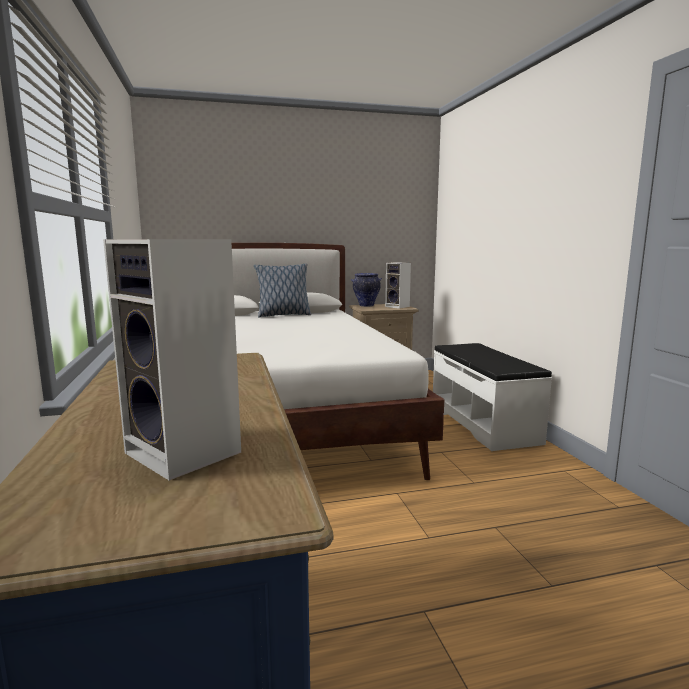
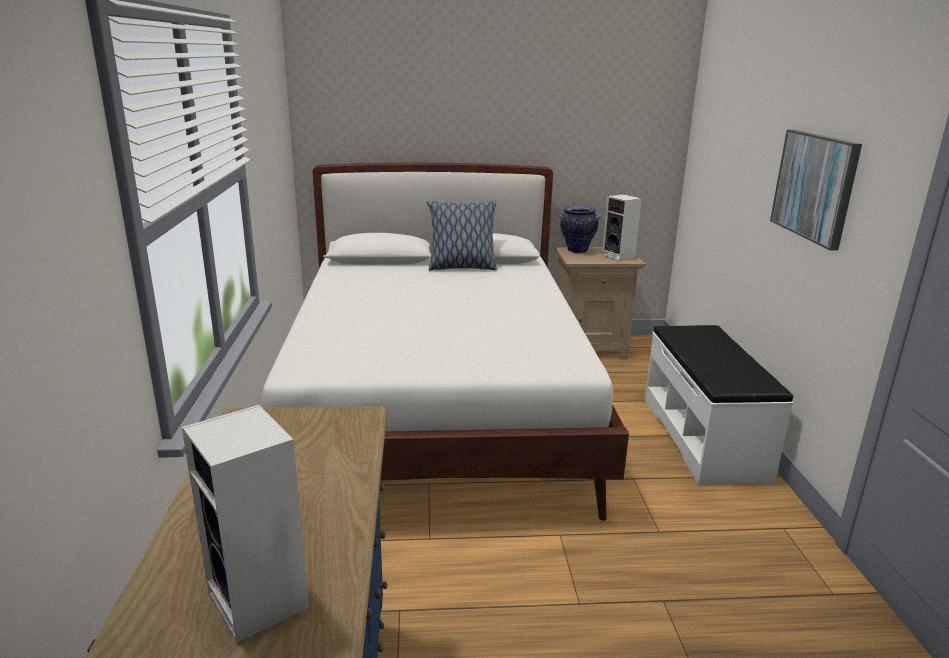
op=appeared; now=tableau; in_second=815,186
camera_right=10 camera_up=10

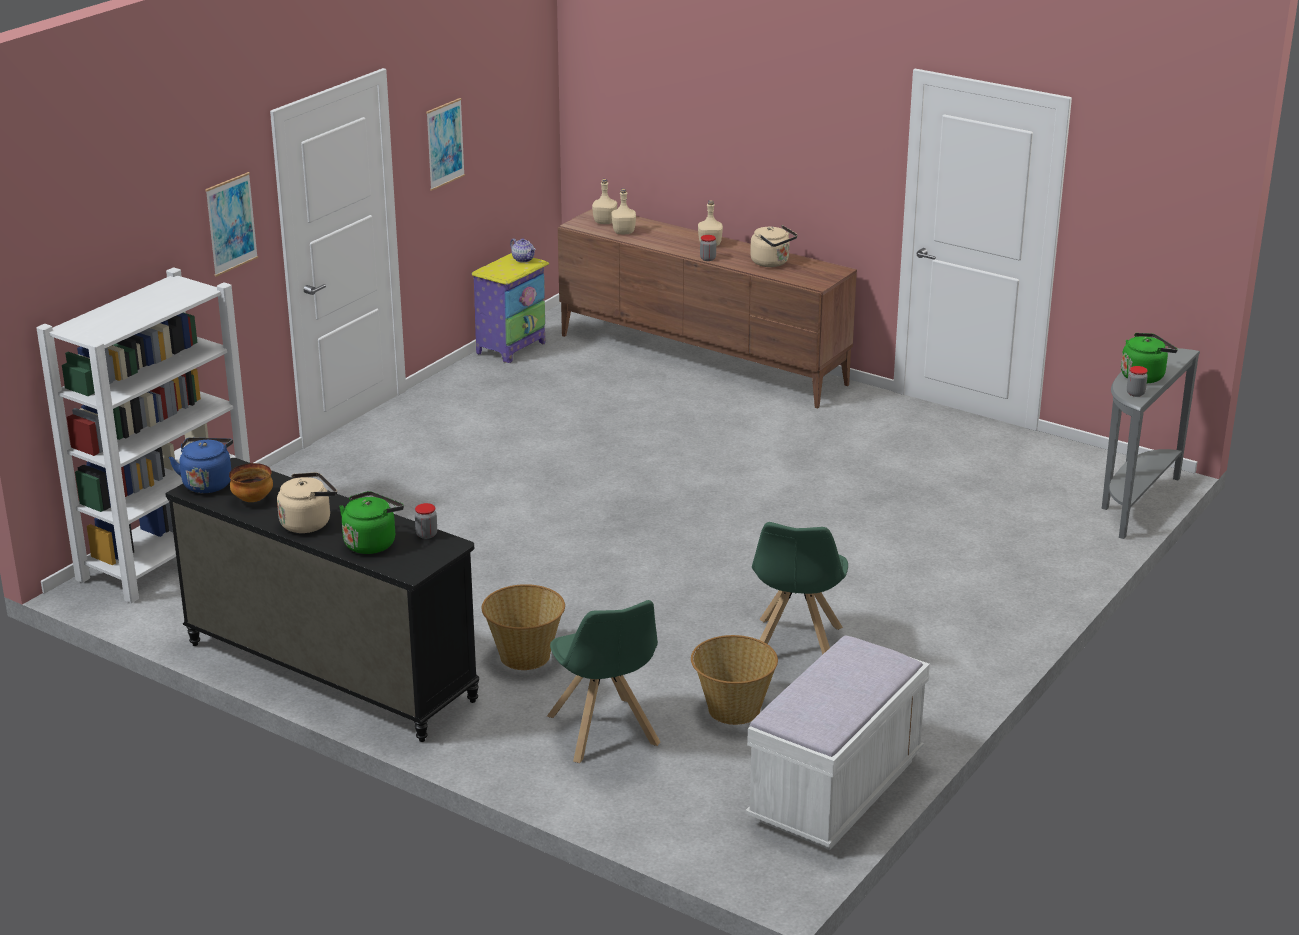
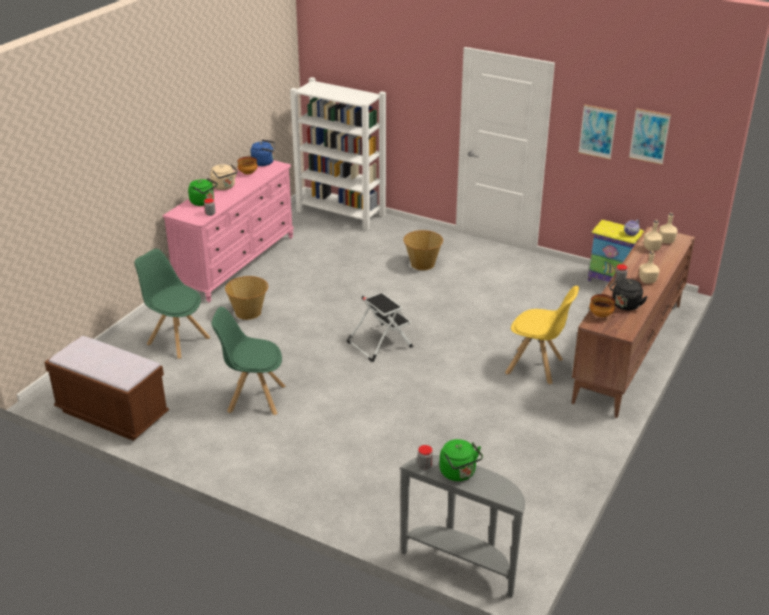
op=colour; was=commode (noir); now=commode (rose); in_first=329,672; in_second=237,263
op=relocated; was=tableau; in_first=231,224; in_second=649,136
op=spun; was=chaise (vert); in_first=605,733; in_second=176,340; clockwise=60
op=relocated; was=panier; in_first=733,709; in_second=422,264
op=colour; was=banc (blanc); now=banc (marron); in_first=836,790; in_second=112,414
op=colour; was=bouilloire (beige); now=bouilloire (noir); in_first=772,263; in_second=625,306
op=appeared; now=escabeau; in_second=380,342
op=appeared; now=chaise (jaune); in_second=537,367
op=appeared; now=bol; in_second=600,315
camera_right=85 camera_up=5

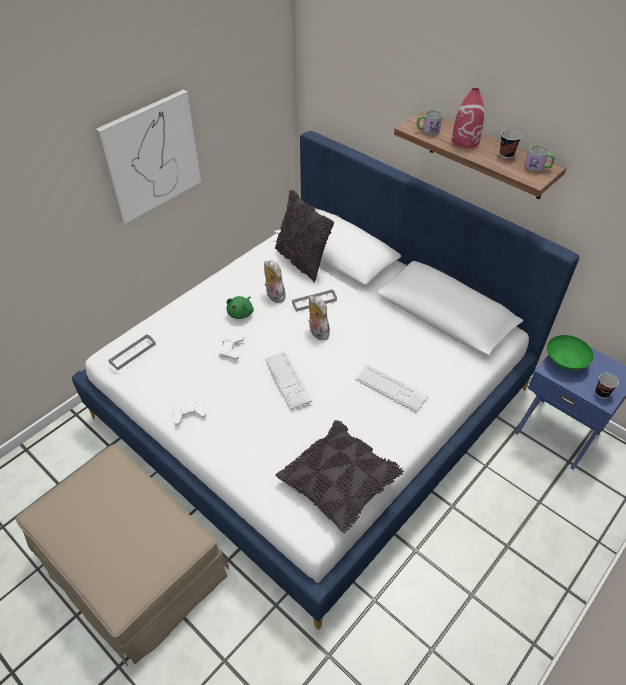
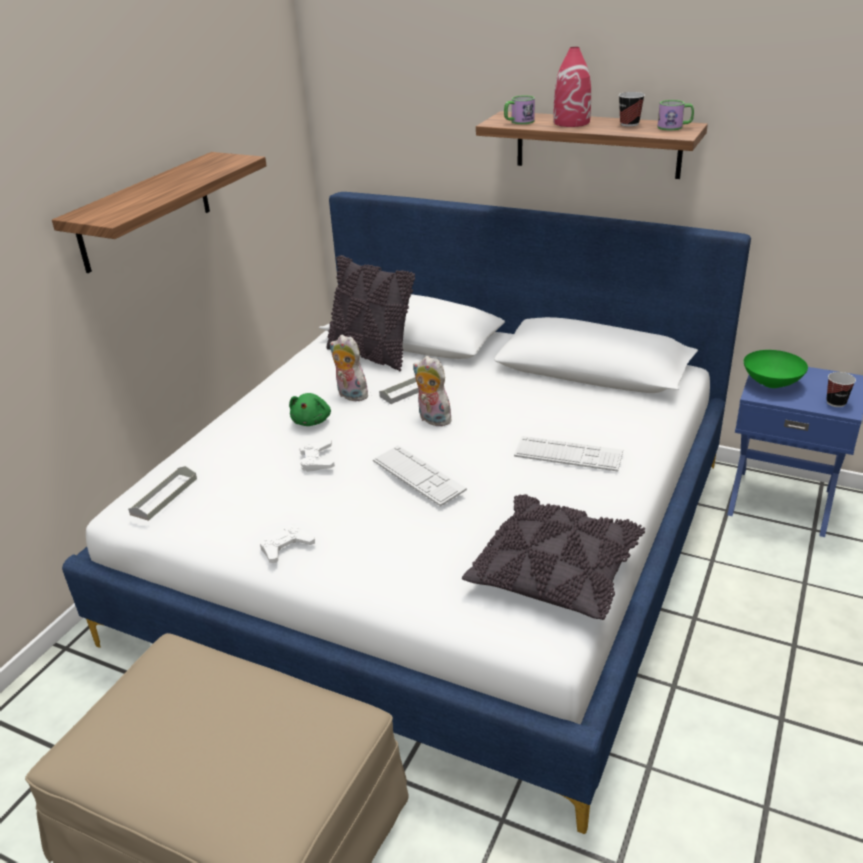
op=exchanged; was=tableau; now=étagère; in_first=151,156; in_second=145,211
camera_right=-15 camera_up=-15

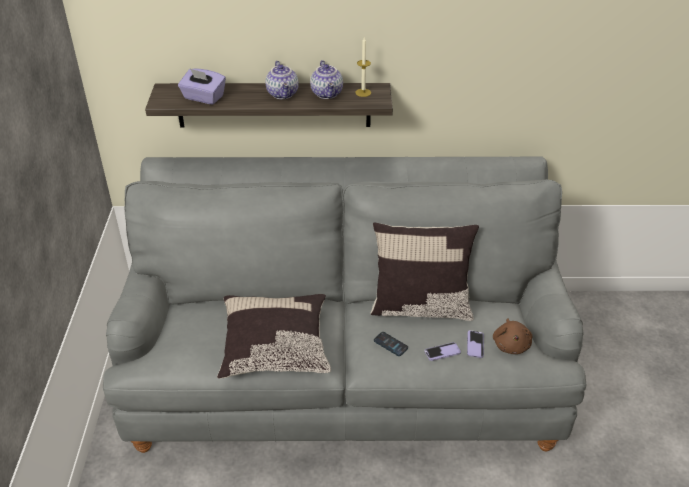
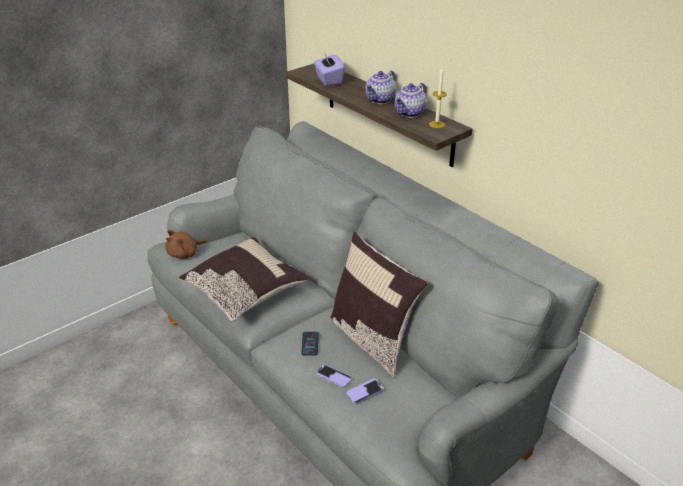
op=relocated; was=peluche (marron); in_first=511,344; in_second=185,254
camera_right=50 camera_up=-5

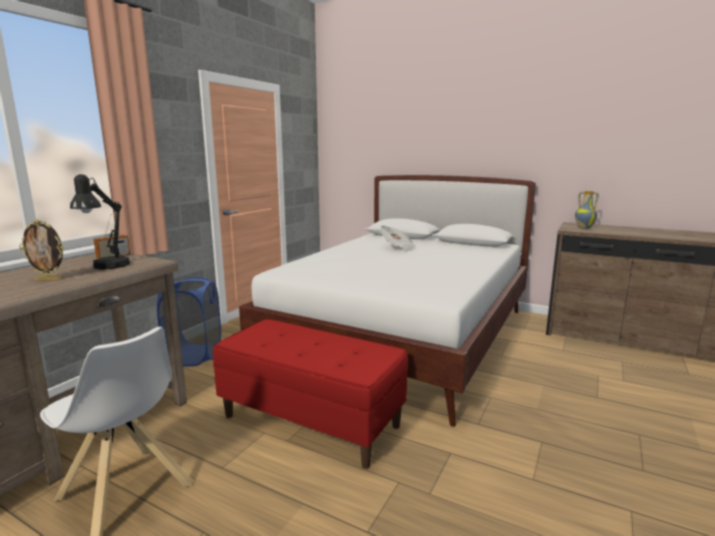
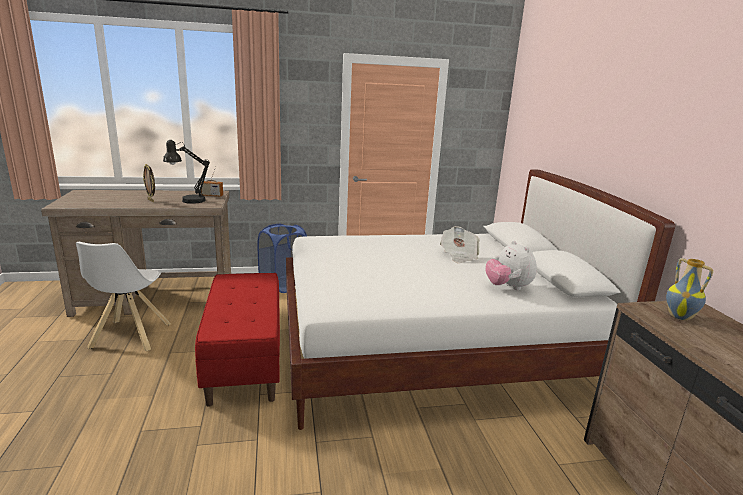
op=appeared; now=peluche; in_second=508,287
camera_right=50 camera_up=5

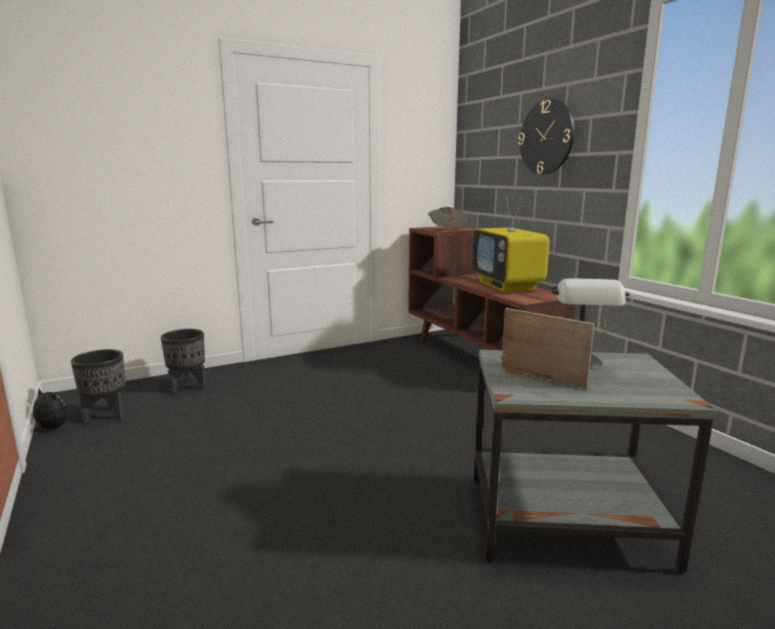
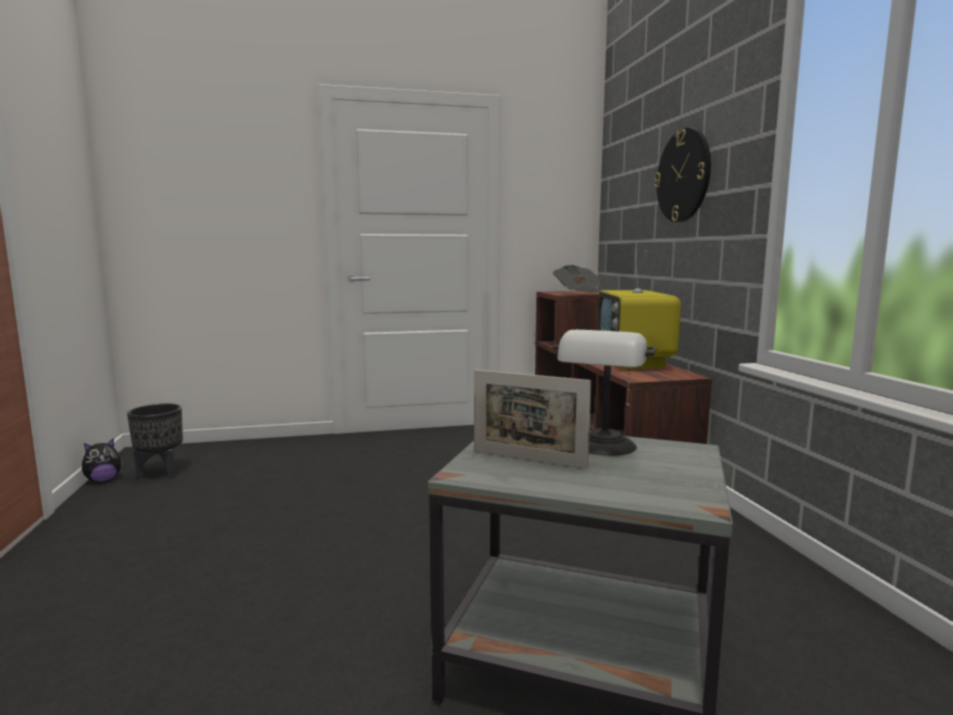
op=spun; was=peluche; in_first=50,428; in_second=103,480; clockwise=105
op=missing; was=cache-pot (noir); in_first=188,387
op=spun; was=cadre photo; in_first=542,377; in_second=528,459; clockwise=150
camera_right=15 camera_up=-5

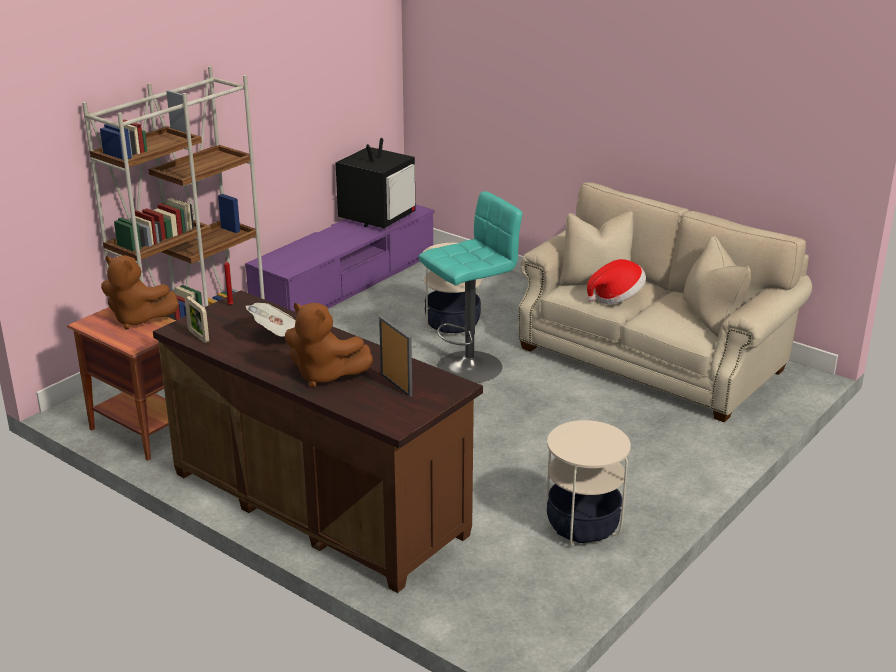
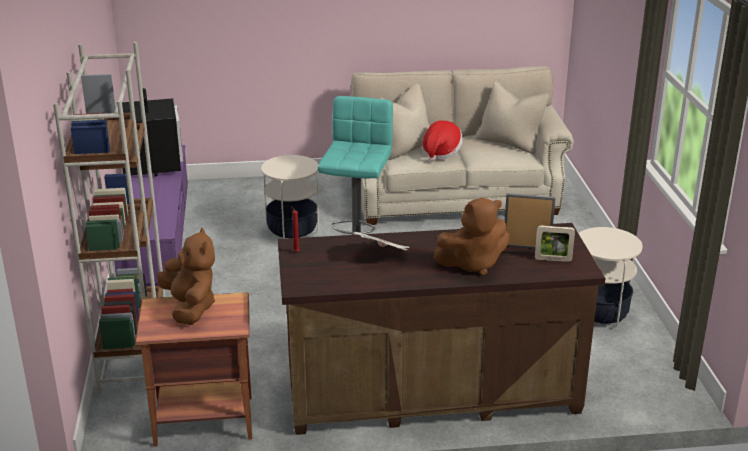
op=spun; was=peluche (marron); in_first=138,319; in_second=190,308; clockwise=-90
op=relocated; was=cadre photo; in_first=198,336; in_second=553,259
camera_right=-45 camera_up=0

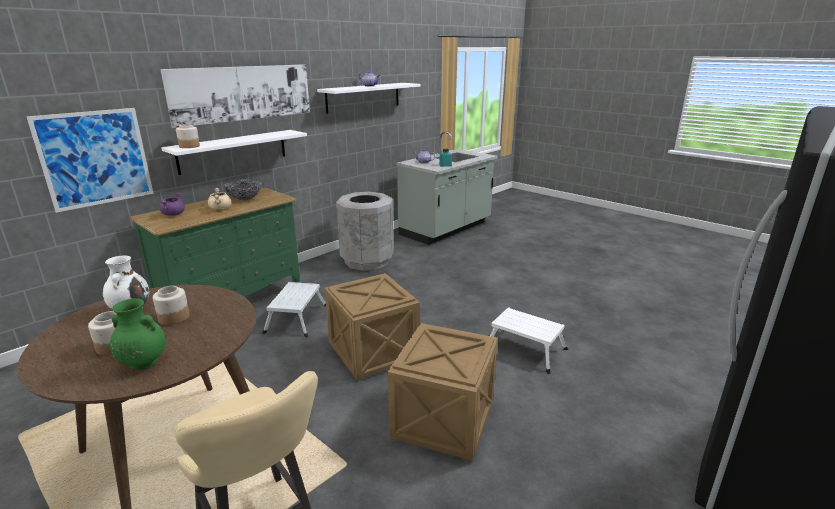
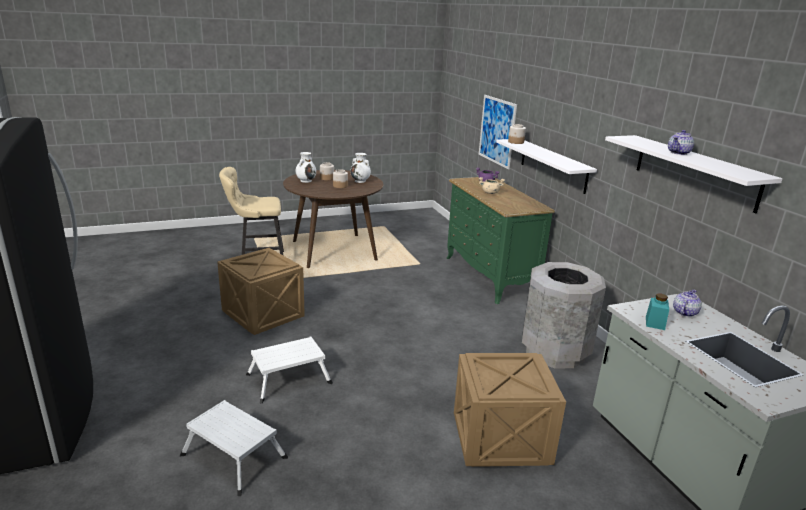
op=colour; was=vase (vert); now=vase (blanc); in_first=143,362; in_second=306,181
op=missing; was=tableau; in_first=243,93
op=missing; was=bol; in_first=245,199
op=relocated; was=escabeau (blanc); in_first=296,318; in_second=233,456
op=relocated; was=caisse; in_first=372,351; in_second=502,439
camera_right=115 camera_up=0

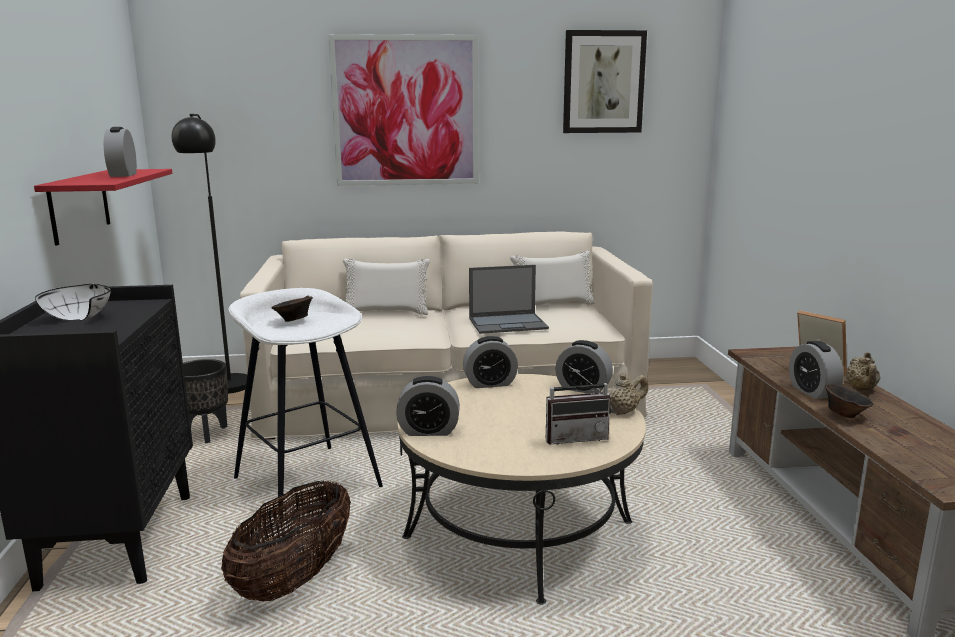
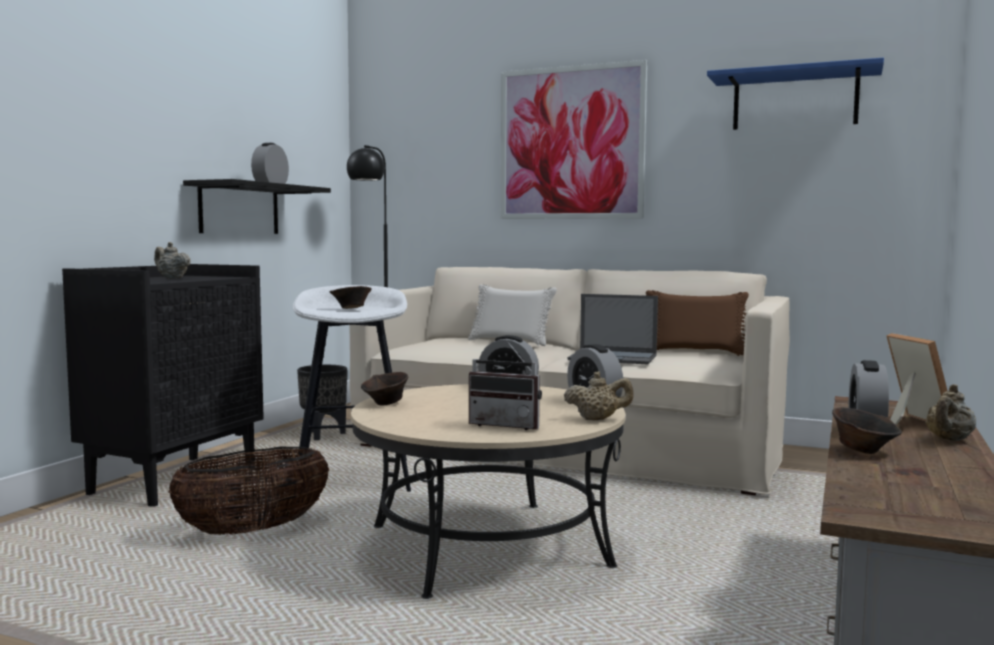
op=colour; was=étagère (rouge); now=étagère (noir); in_first=79,205; in_second=239,209
op=exchanged; was=bol (blanc); now=théière (beige); in_first=81,317; in_second=171,278
op=exchanged; was=réveil; now=bol (marron); in_first=428,431; in_second=385,404
op=colour; was=coussin (blanc); now=coussin (marron); in_first=552,305; in_second=694,353
op=exchanged; was=tableau; now=étagère (bleu); in_first=603,82; in_second=794,101
camera_right=30 camera_up=-10

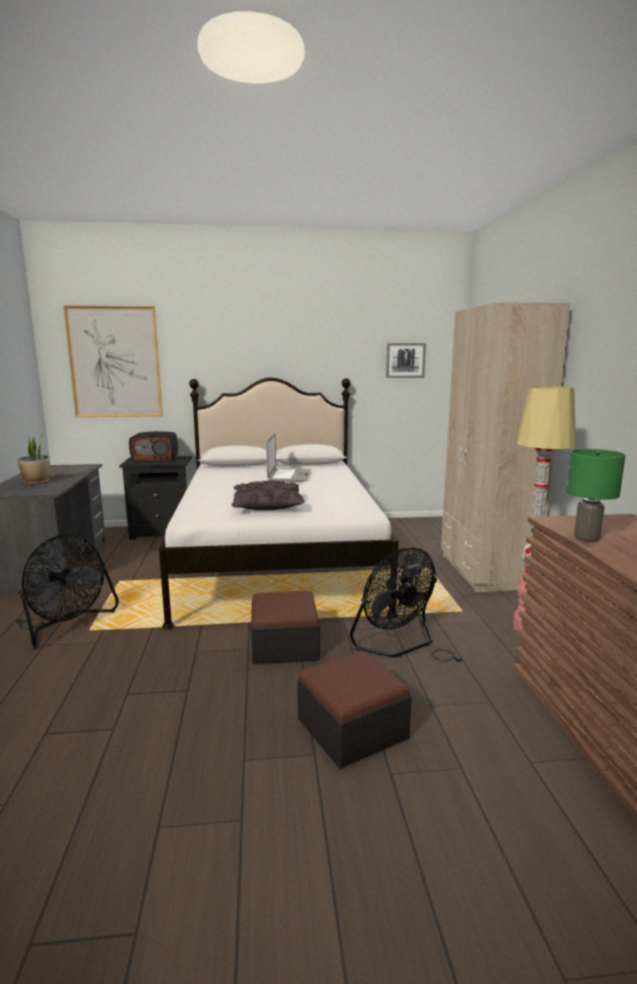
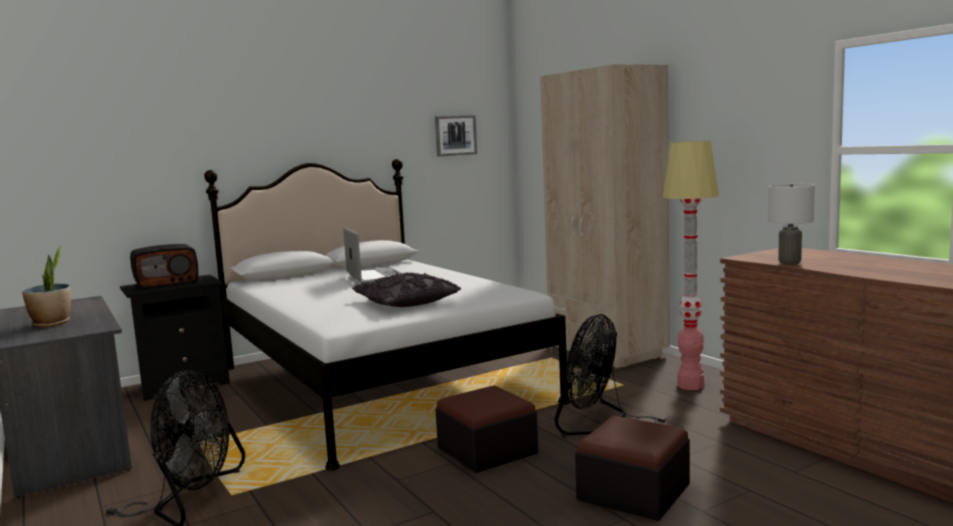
op=missing; was=tableau; in_first=115,362
op=colour; was=lampe de table (vert); now=lampe de table (blanc); in_first=587,539; in_second=791,263
camera_right=-25 camera_up=-5

